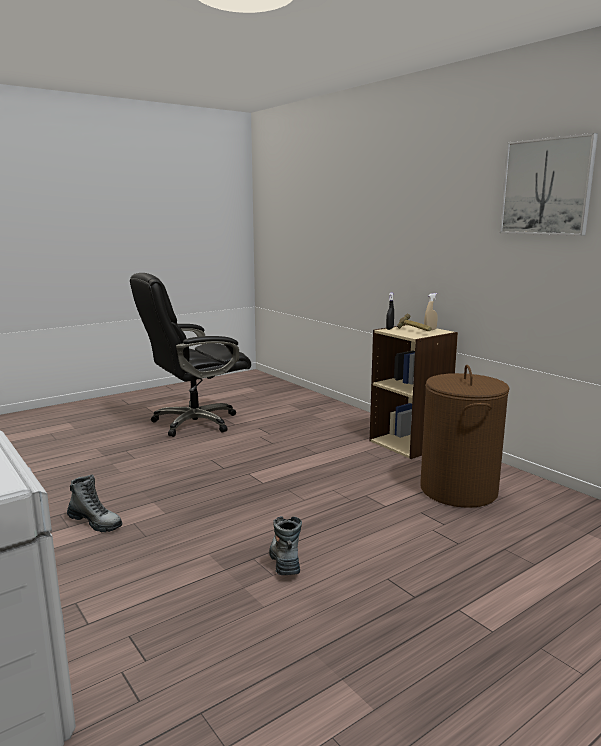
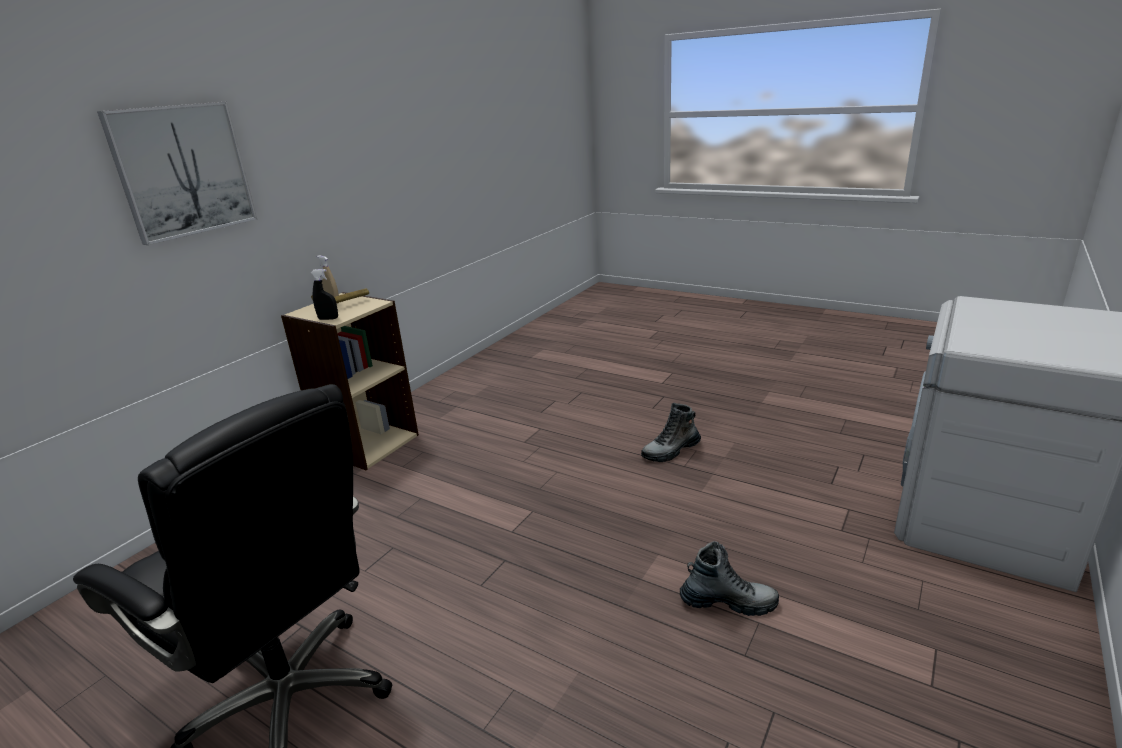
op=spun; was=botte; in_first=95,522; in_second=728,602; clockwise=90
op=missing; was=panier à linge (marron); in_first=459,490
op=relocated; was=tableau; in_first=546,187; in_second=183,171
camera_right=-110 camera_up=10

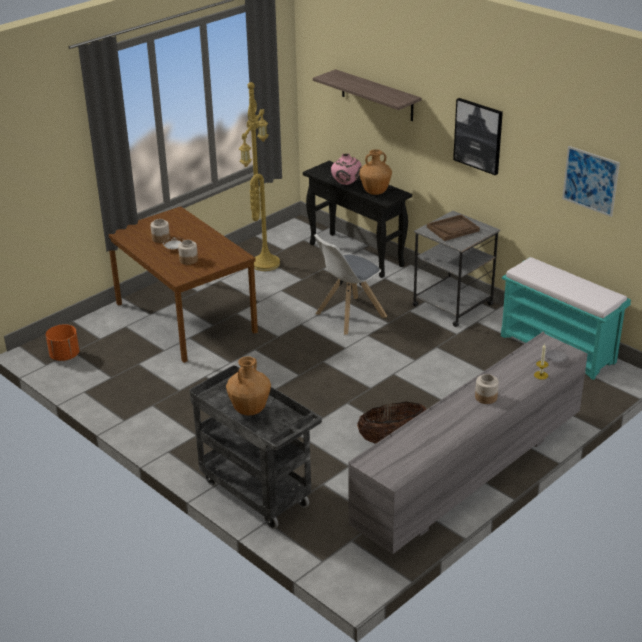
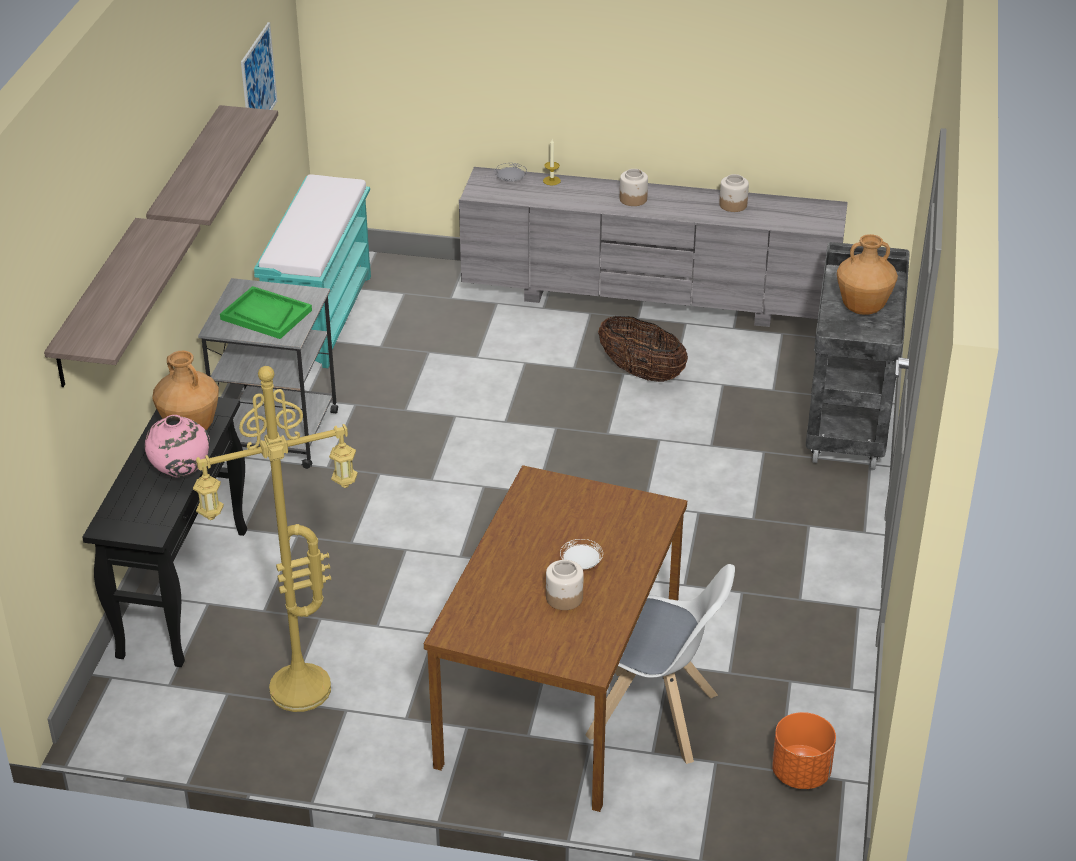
op=relocated; was=bocal; in_first=188,260; in_second=733,205
op=relocated; was=chaise; in_first=349,316; in_second=657,717
op=colour; was=plateau (marron); now=plateau (vert); in_first=453,229; in_second=266,315
op=exchanged; was=tableau; now=étagère; in_first=478,135; in_second=187,179
camera_right=-125 camera_up=5

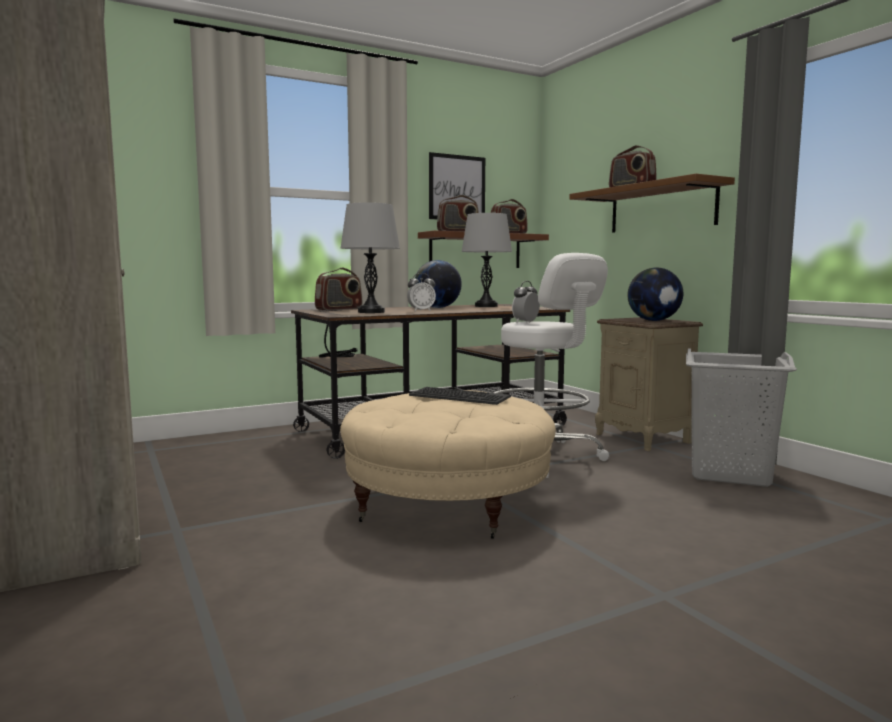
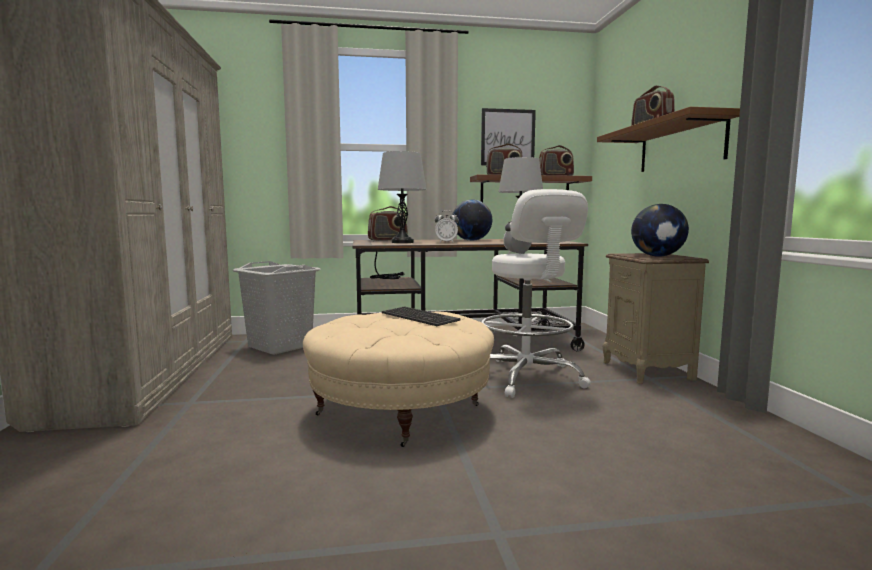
op=relocated; was=panier à linge (gris); in_first=728,473; in_second=280,346
camera_right=20 camera_up=0

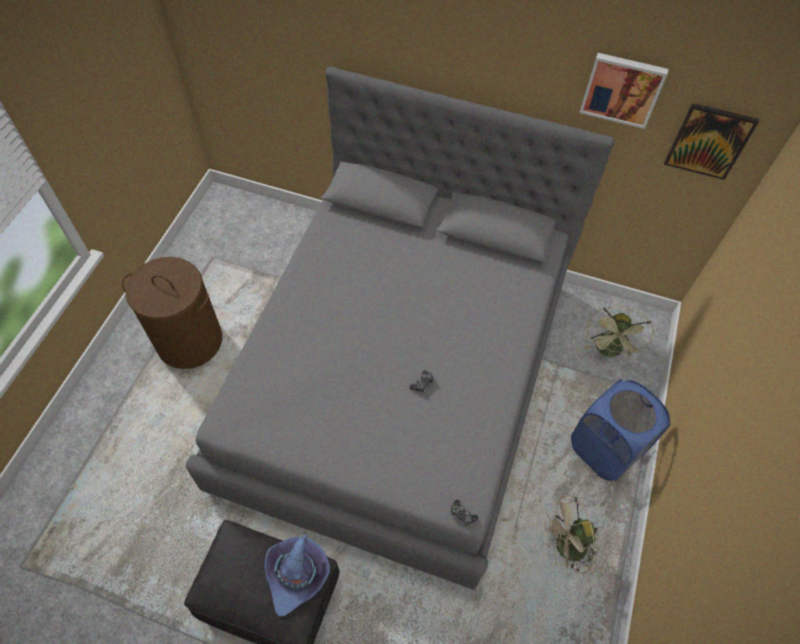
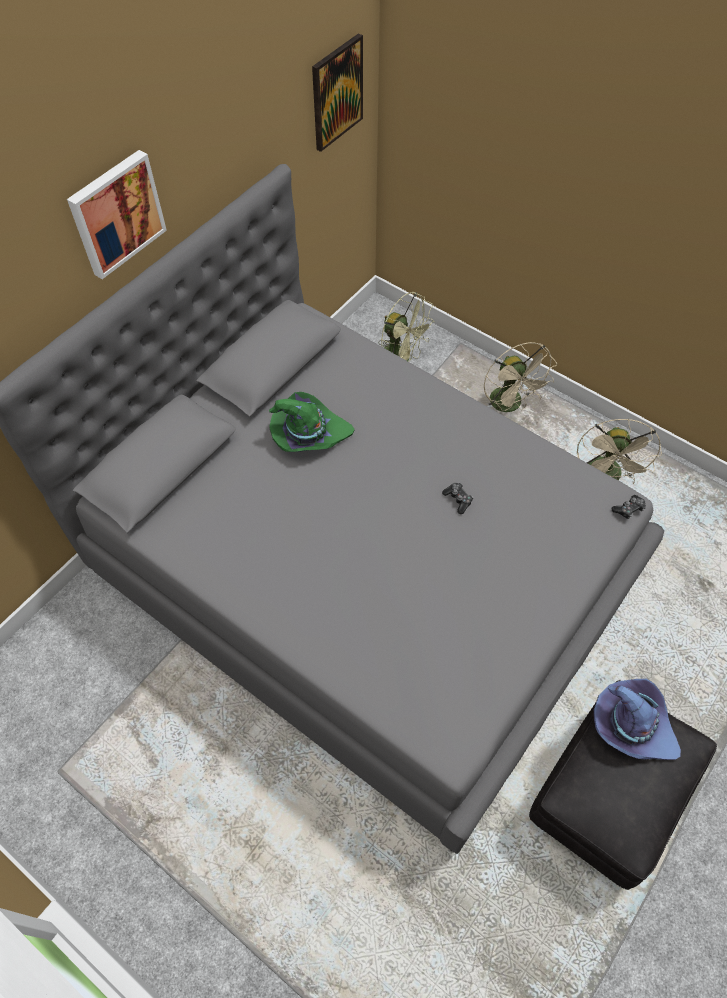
op=missing; was=panier à linge (marron); in_first=189,341
op=exchanged; was=panier à linge (bleu); now=ventilateur (beige); in_first=605,449; in_second=510,405
op=relocated; was=tableau; in_first=622,89; in_second=116,213
op=appeared; now=chapeau (vert); in_second=308,433
camera_right=-70 camera_up=0

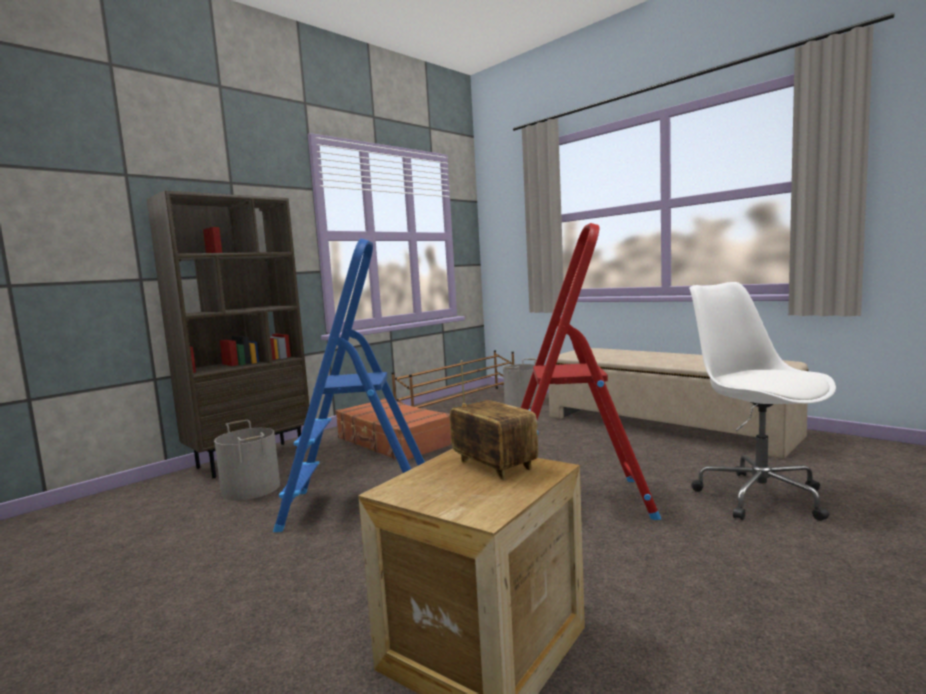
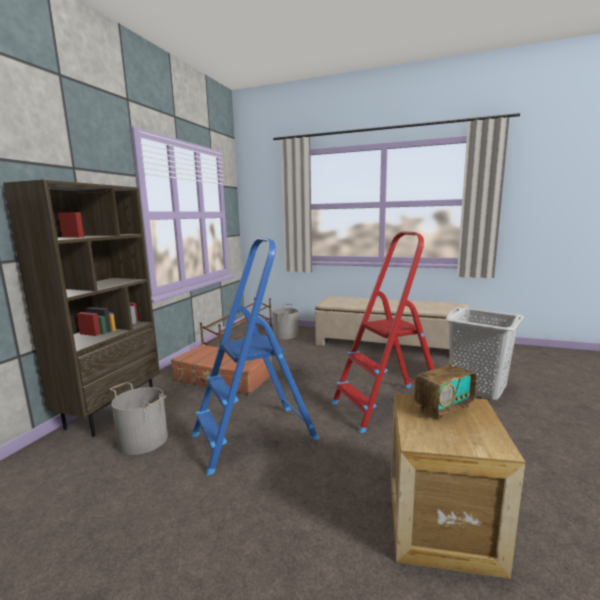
op=spun; was=radio; in_first=494,465; in_second=443,408; clockwise=120
op=exchanged; was=chaise de bureau (blanc); now=panier à linge (gris); in_first=757,496; in_second=477,387
camera_right=-25 camera_up=5

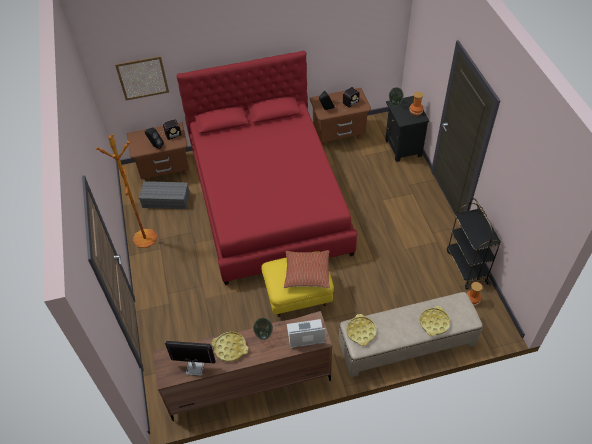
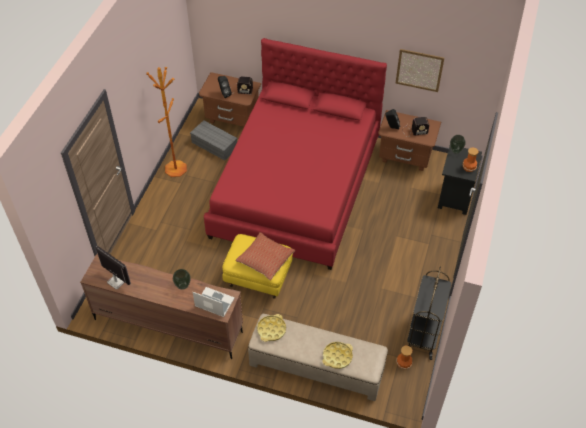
op=relocated; was=tableau; in_first=142,77; in_second=419,69
op=missing; was=plateau (jaune); in_first=230,348
camera_right=30 camera_up=0

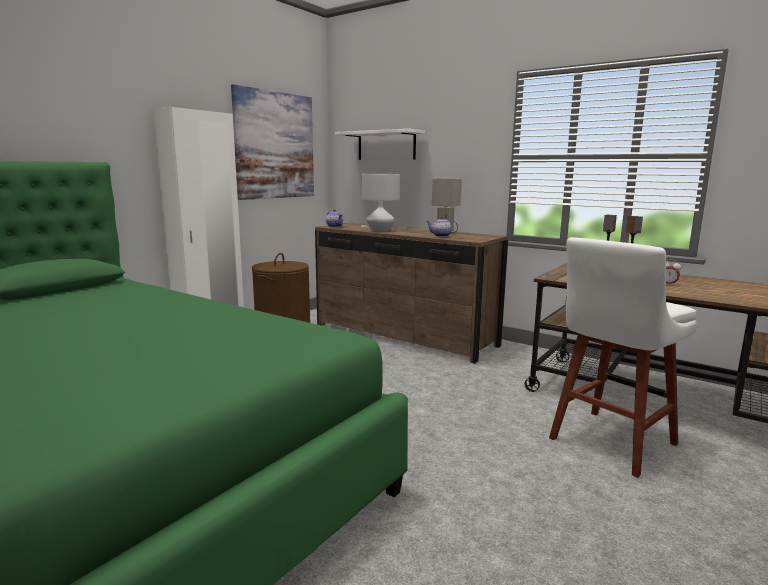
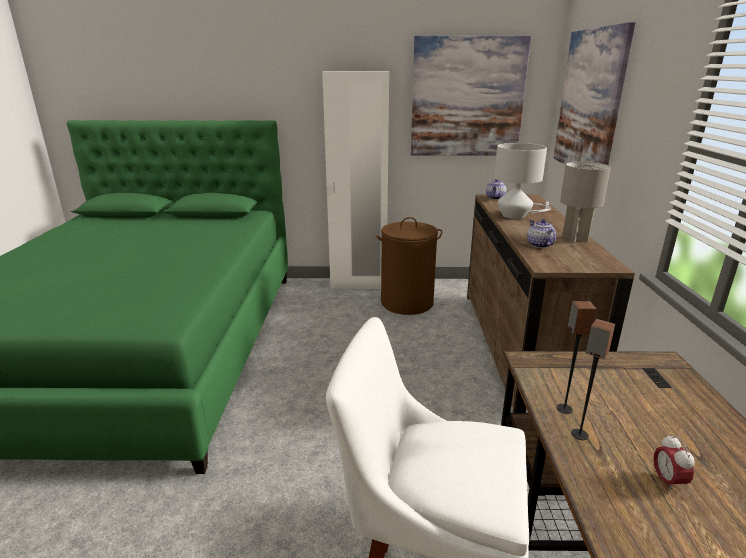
op=exchanged; was=étagère (blanc); now=tableau; in_first=386,145; in_second=589,102
camera_right=55 camera_up=10

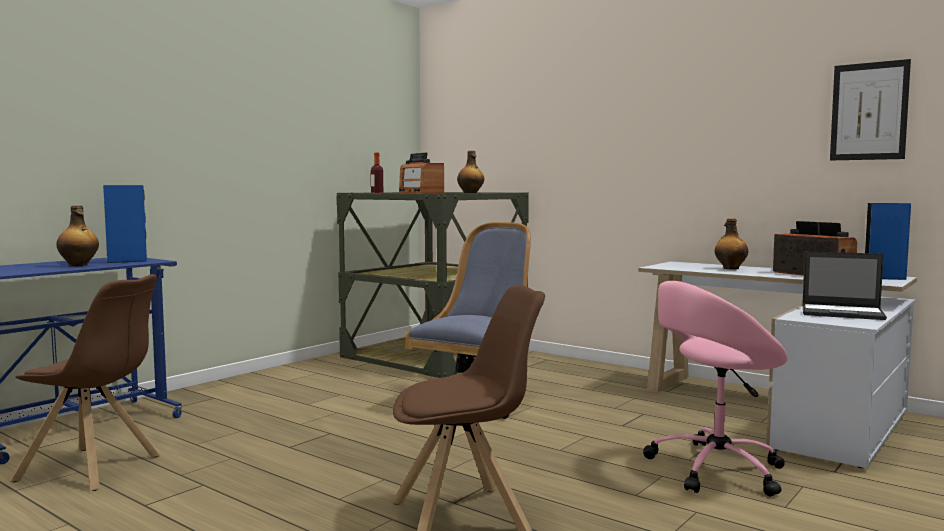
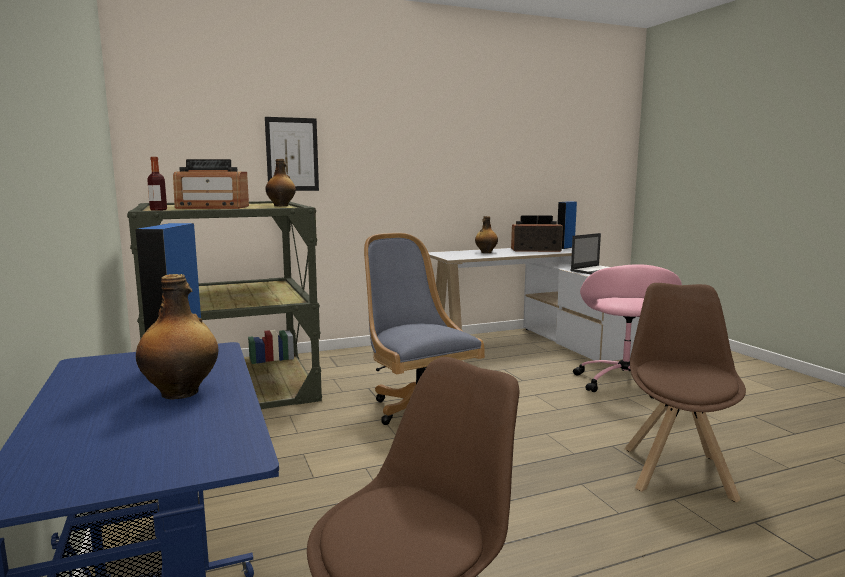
op=relocated; was=tableau; in_first=869,111; in_second=292,154
camera_right=-60 camera_up=5

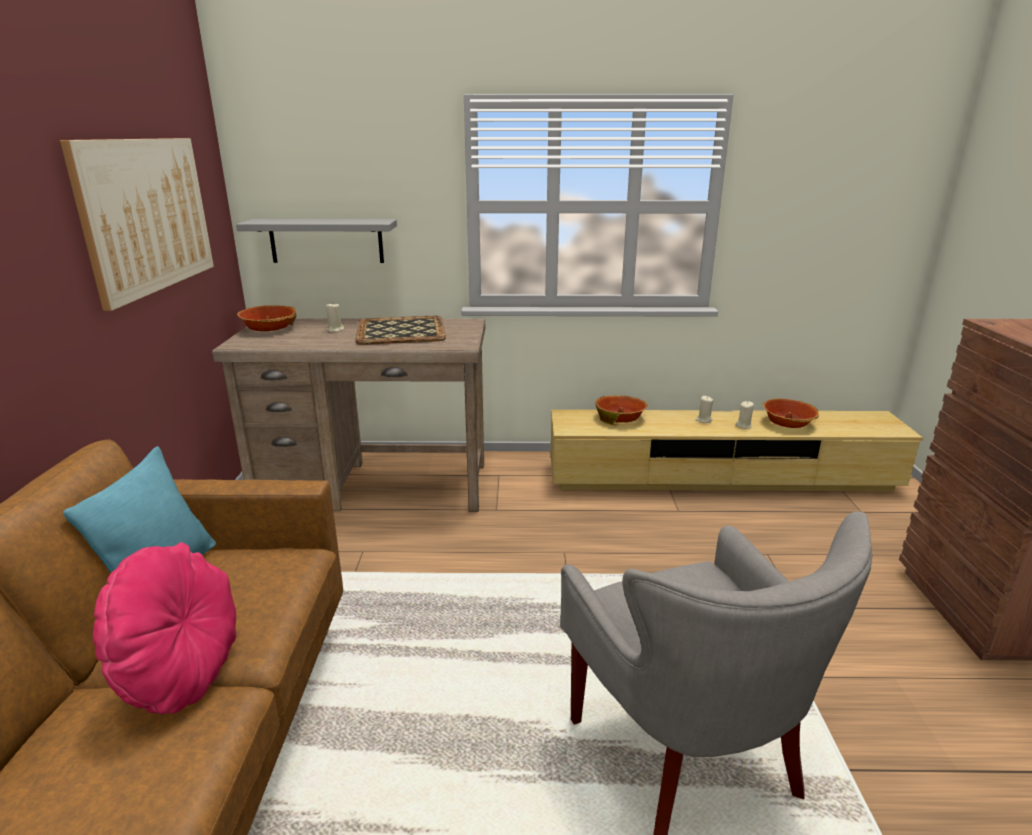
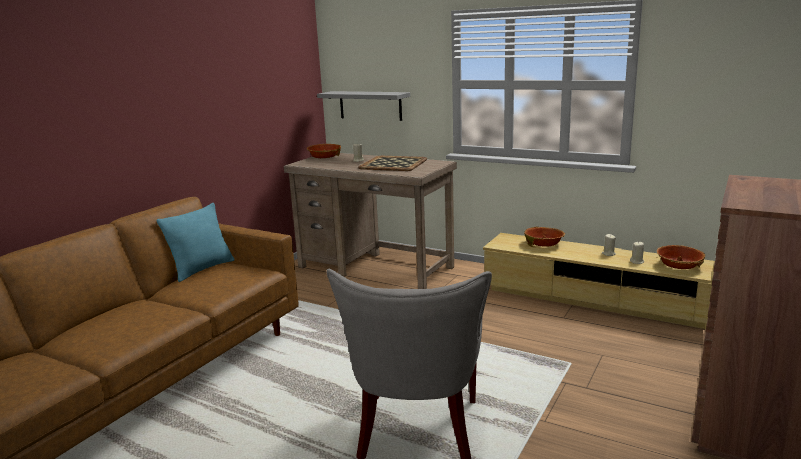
op=missing; was=tableau; in_first=147,215
op=missing; was=coussin (rose); in_first=185,678
camera_right=30 camera_up=-5

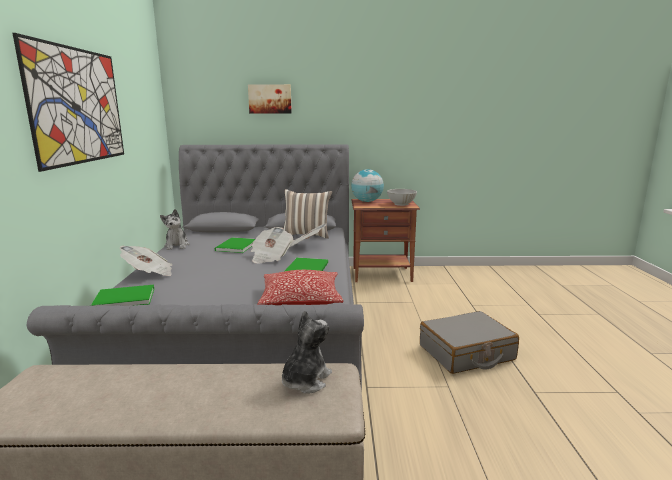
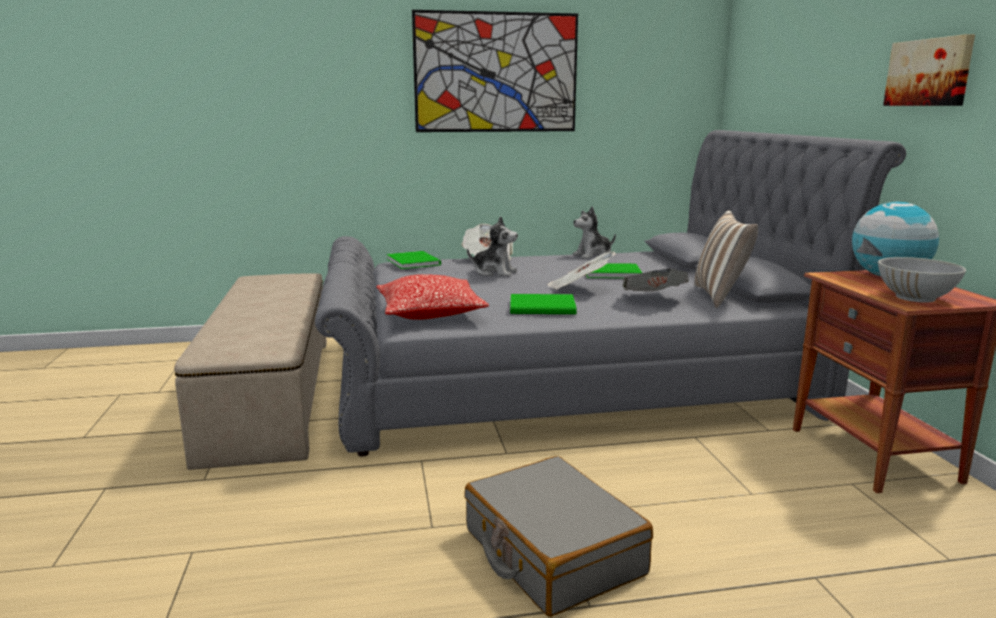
op=relocated; was=tableau; in_first=270,99; in_second=929,72
op=relocated; was=peluche; in_first=305,380; in_second=494,272
camera_right=80 camera_up=0

